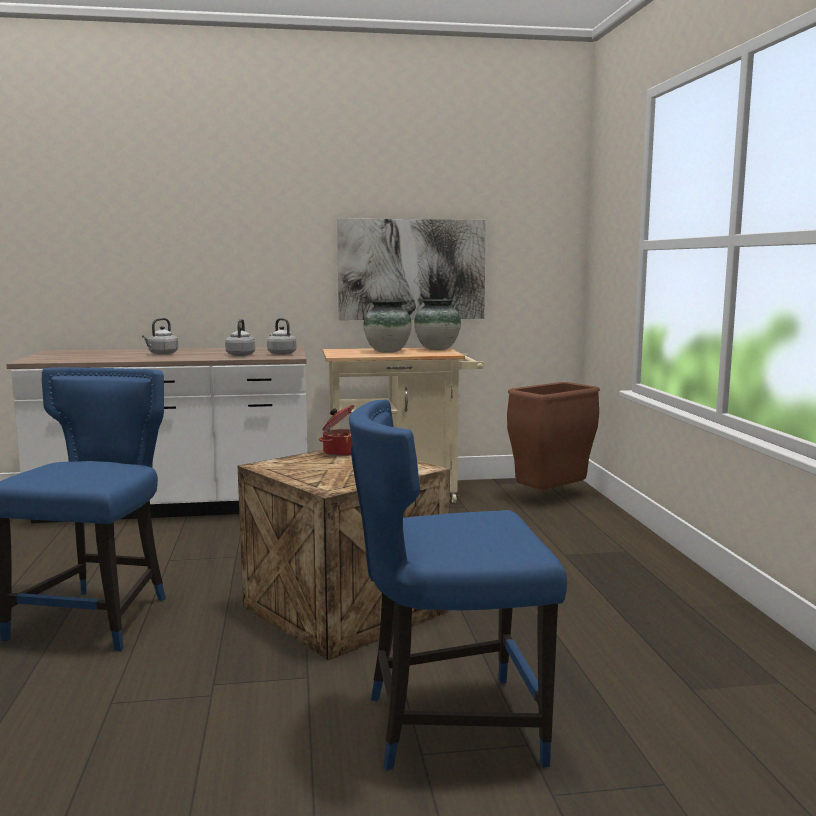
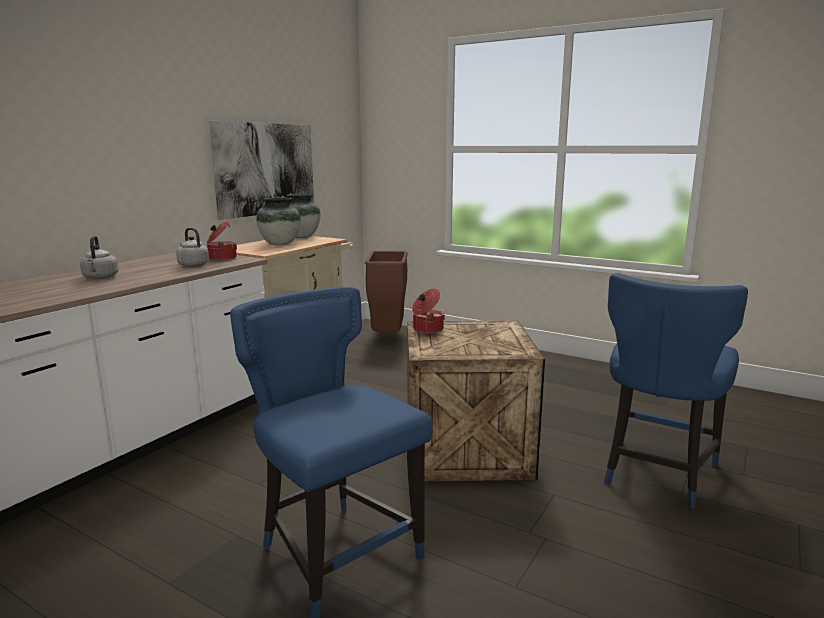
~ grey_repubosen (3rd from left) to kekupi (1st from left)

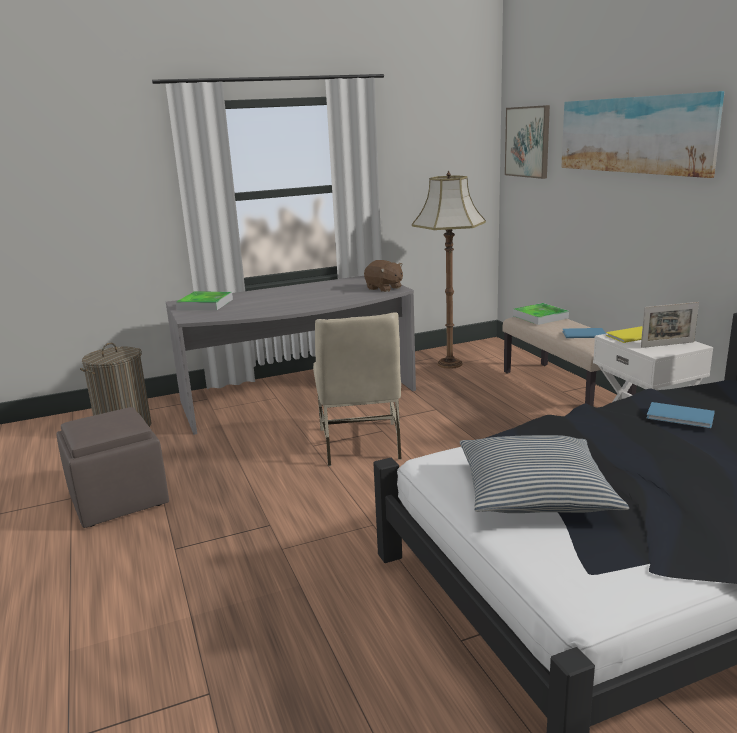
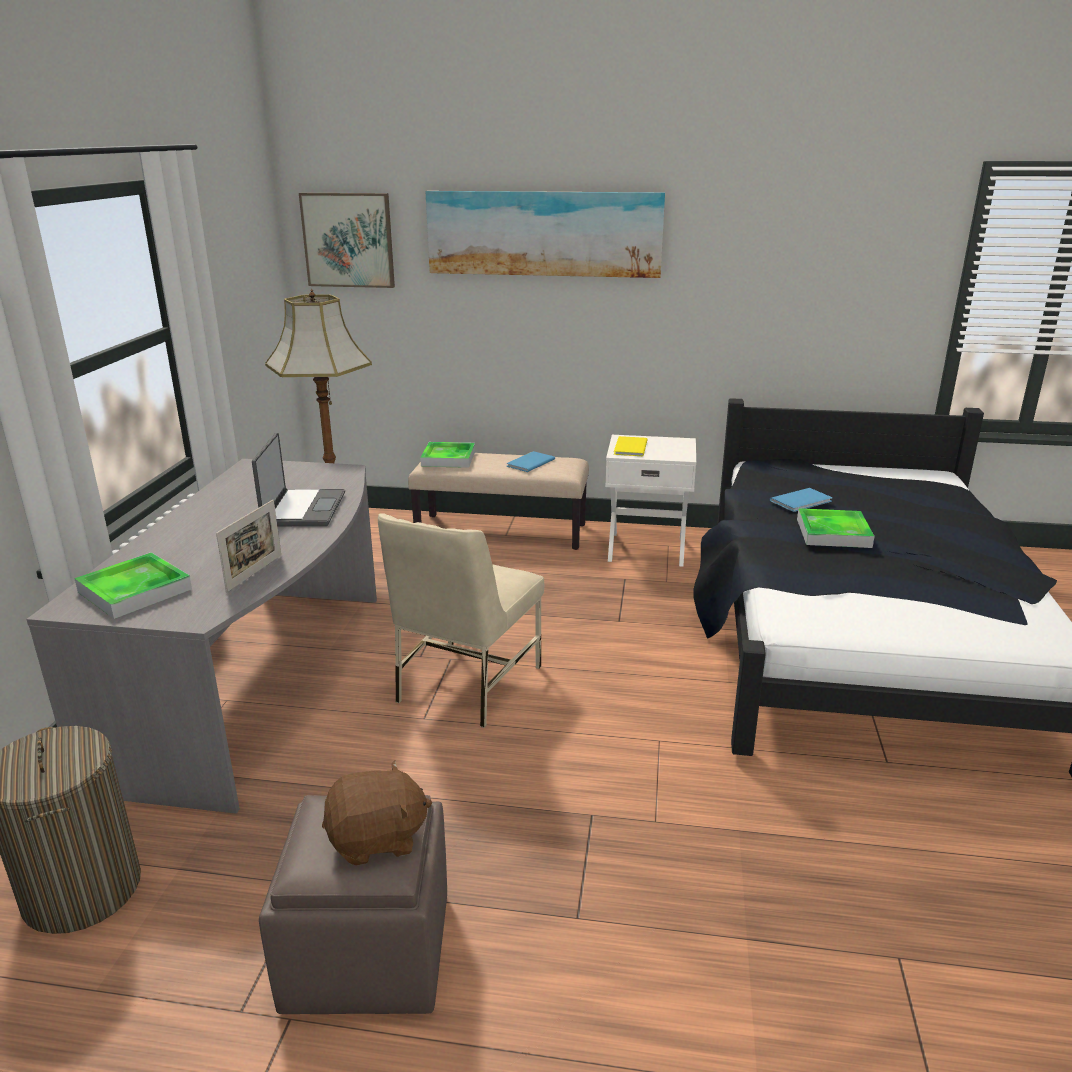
- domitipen
+ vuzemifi
+ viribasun (3rd from left)
~ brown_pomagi
~ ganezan
~ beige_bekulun 90 degrees clockwise

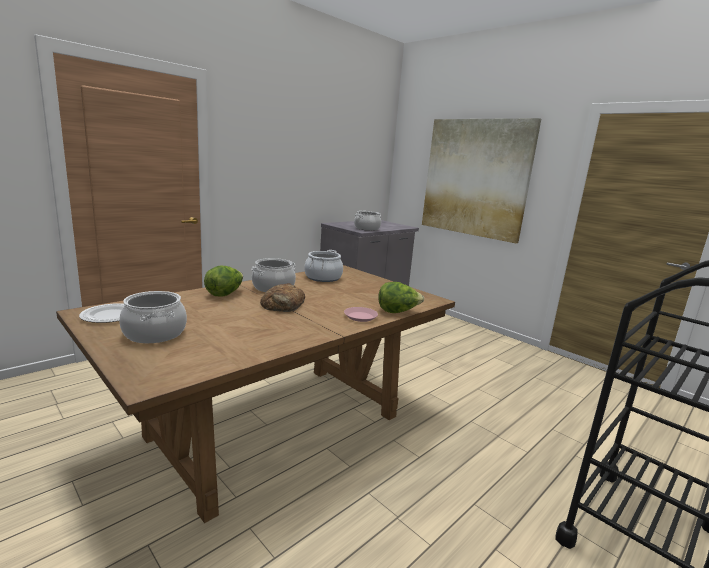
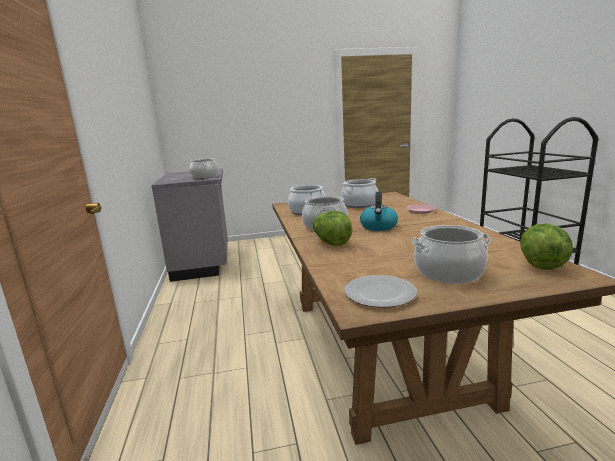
- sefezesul
+ kekupi (4th from left)
~ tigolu (2nd from left)
~ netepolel to repubosen

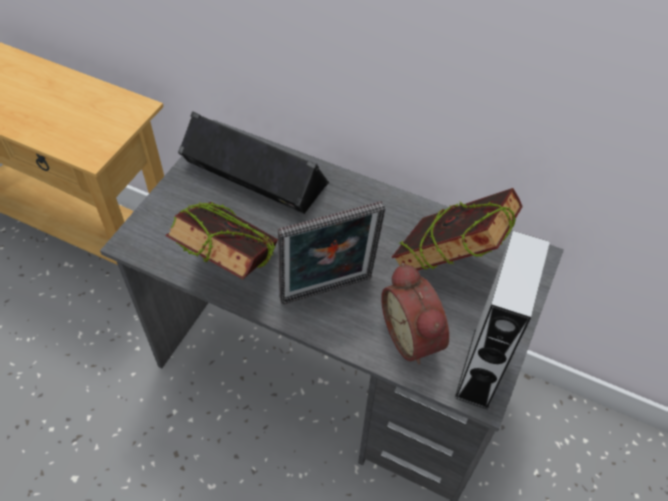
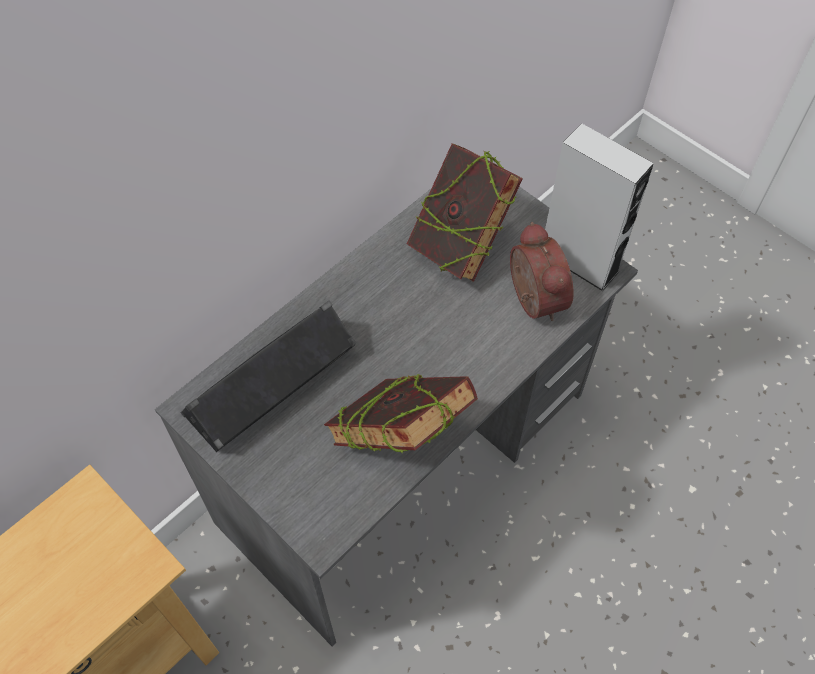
- ganezan
~ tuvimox 105 degrees counterclockwise

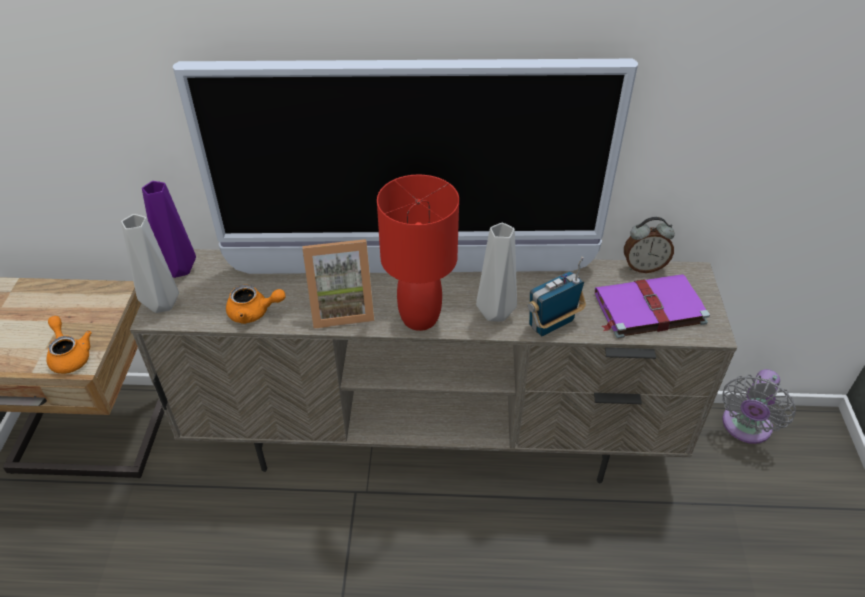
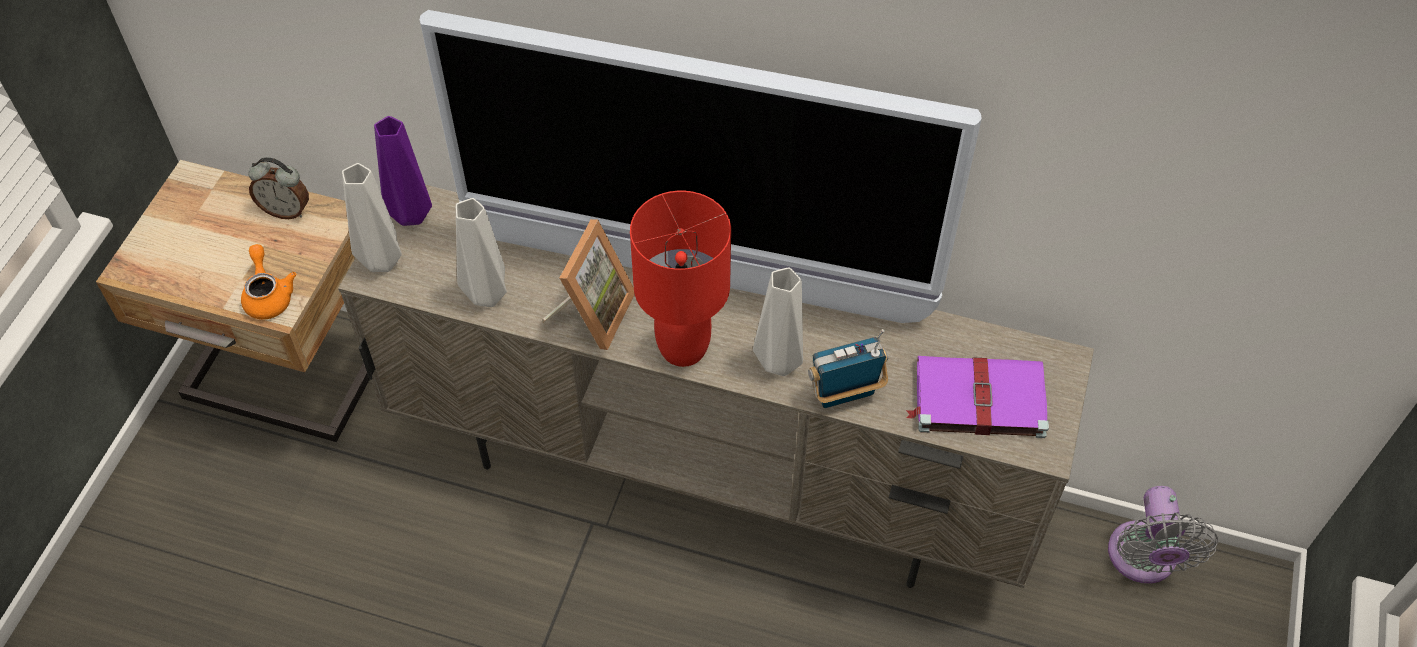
~ tuvimox
~ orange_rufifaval (2nd from left) to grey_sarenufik (2nd from left)
~ ganezan 75 degrees counterclockwise
~ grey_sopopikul 45 degrees counterclockwise

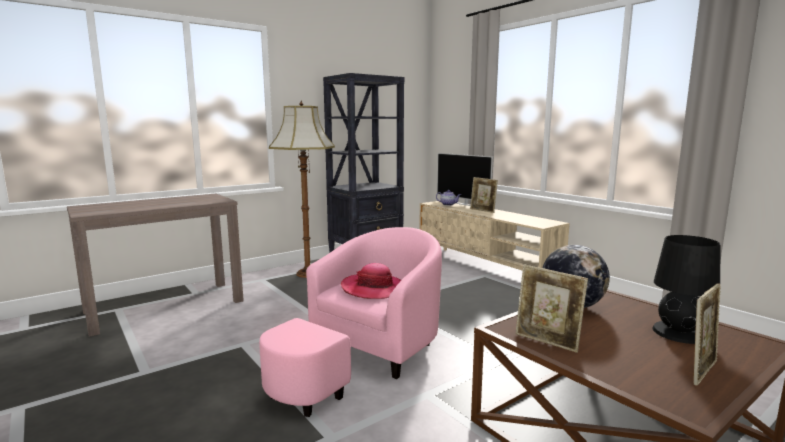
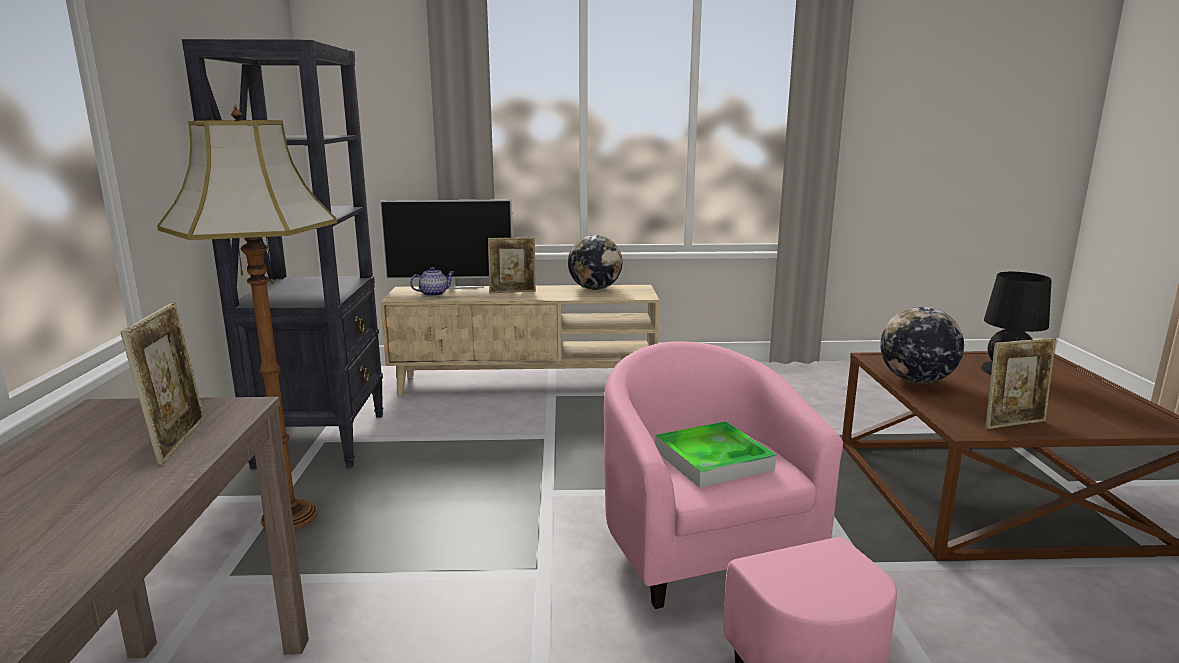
+ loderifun (1st from left)
~ ganezan (3rd from left in the first image) to ganezan (1st from left)
~ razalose to viribasun

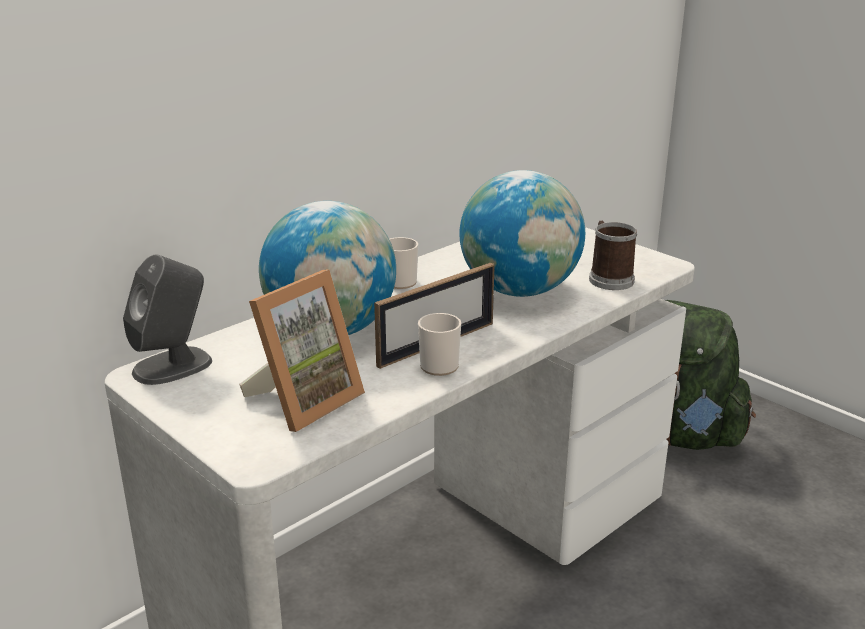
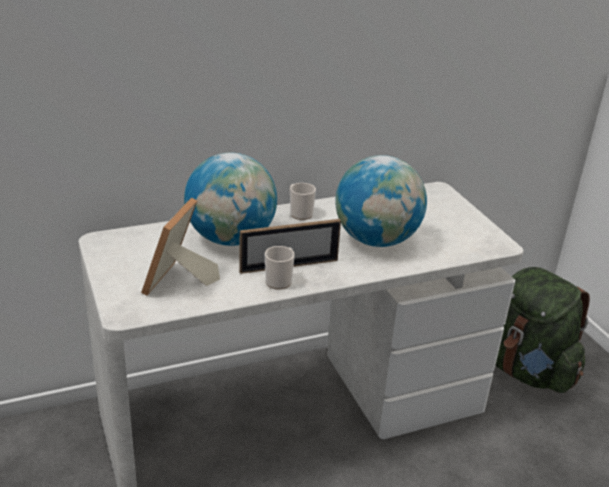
- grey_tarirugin
- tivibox (3rd from left)
~ ganezan (1st from left) 135 degrees clockwise

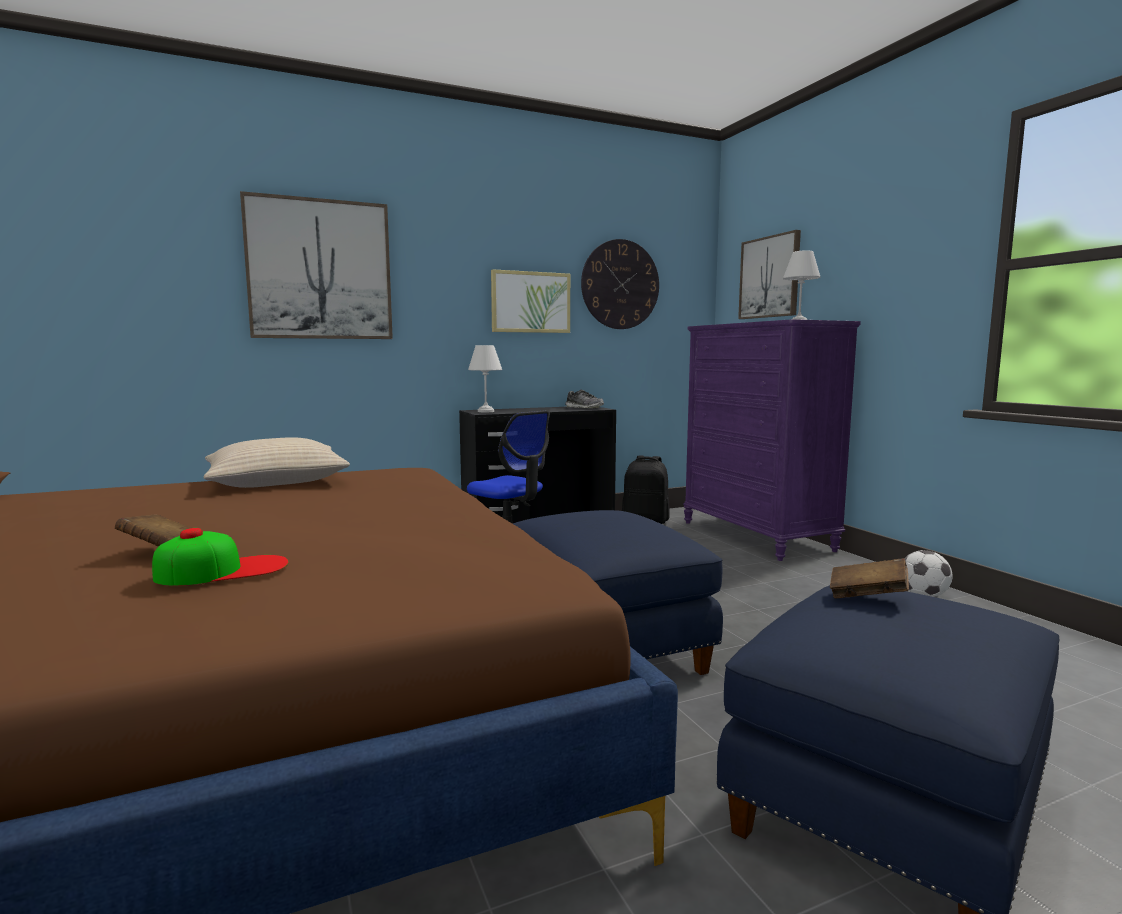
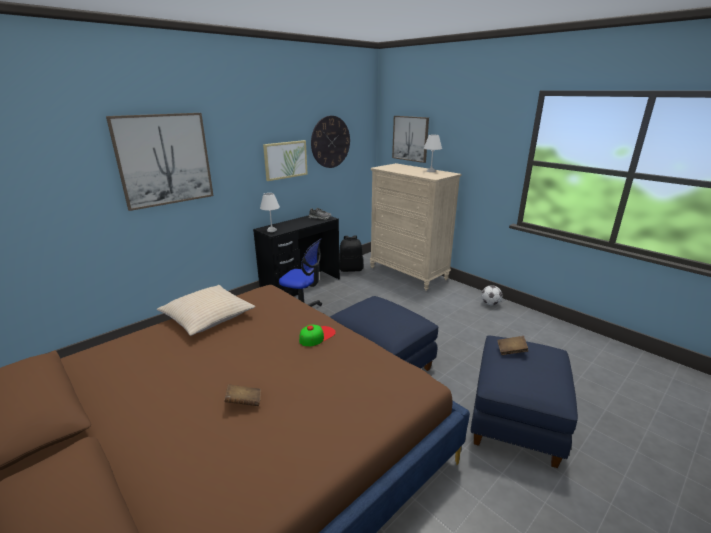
~ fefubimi
~ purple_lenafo to beige_lenafo

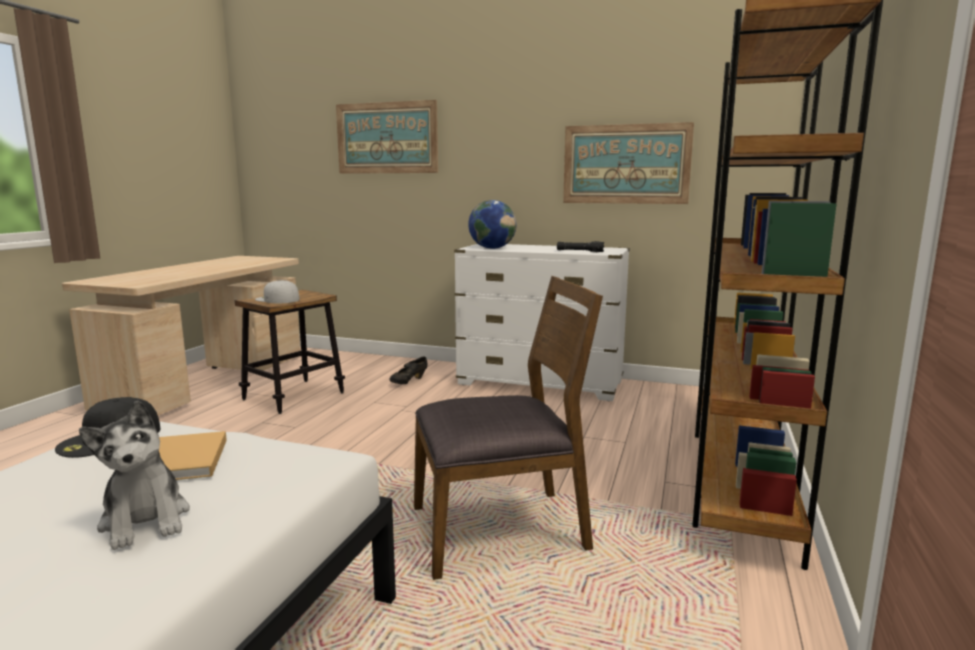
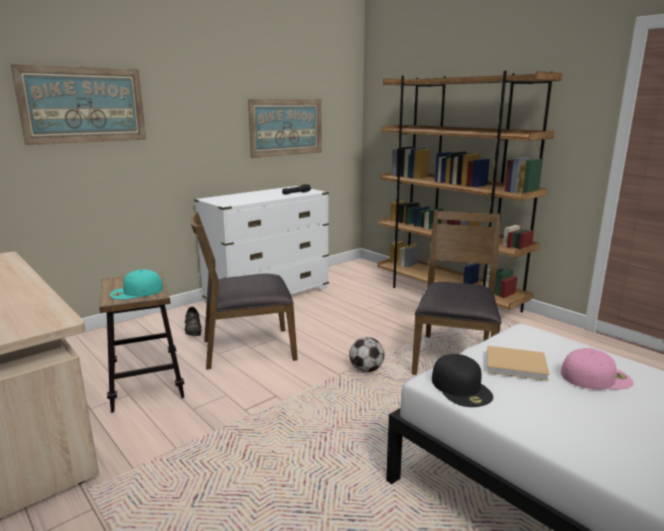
- loderifun
+ brown_bekulun (1st from left)
+ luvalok
~ pomagi to pink_fefubimi
~ white_fefubimi to turquoise_fefubimi

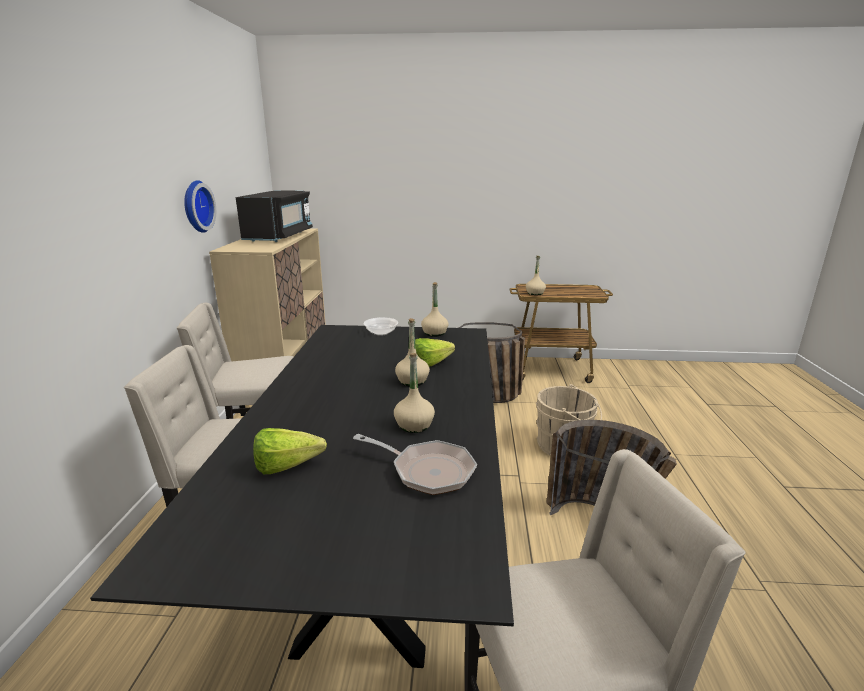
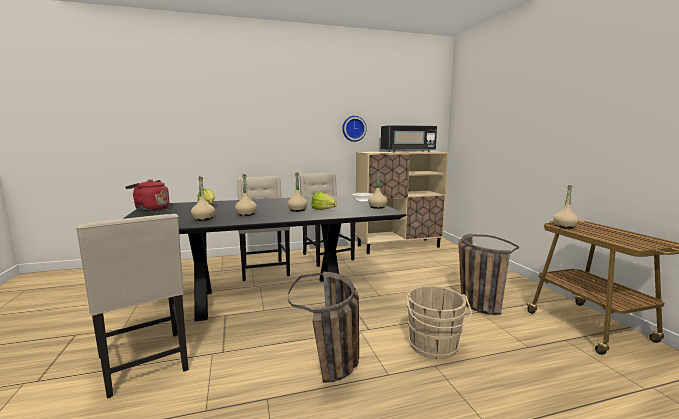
+ red_repubosen
~ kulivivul to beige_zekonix (1st from left)

